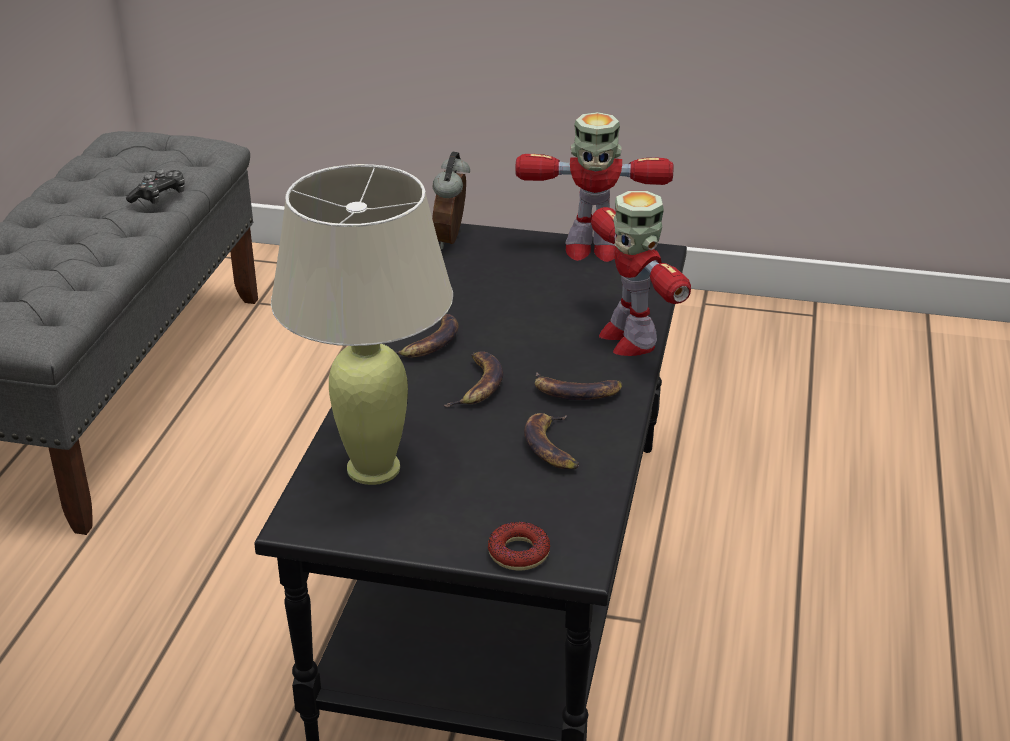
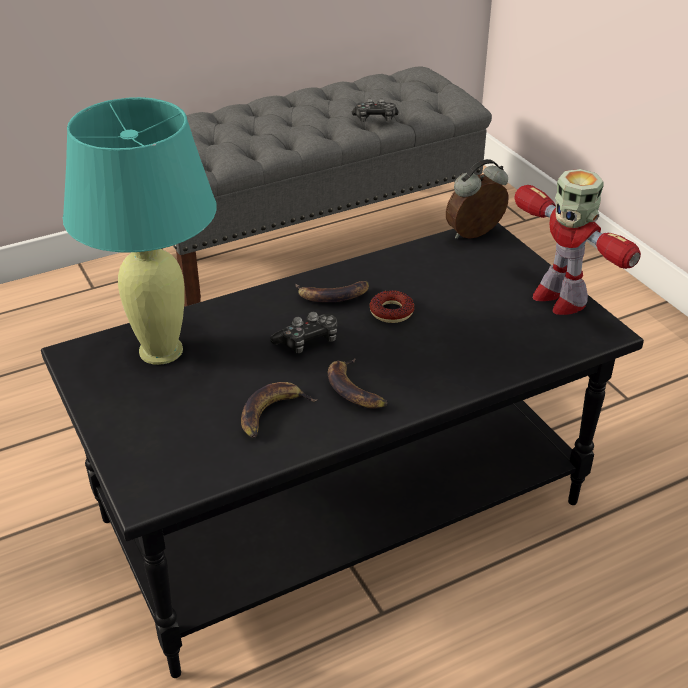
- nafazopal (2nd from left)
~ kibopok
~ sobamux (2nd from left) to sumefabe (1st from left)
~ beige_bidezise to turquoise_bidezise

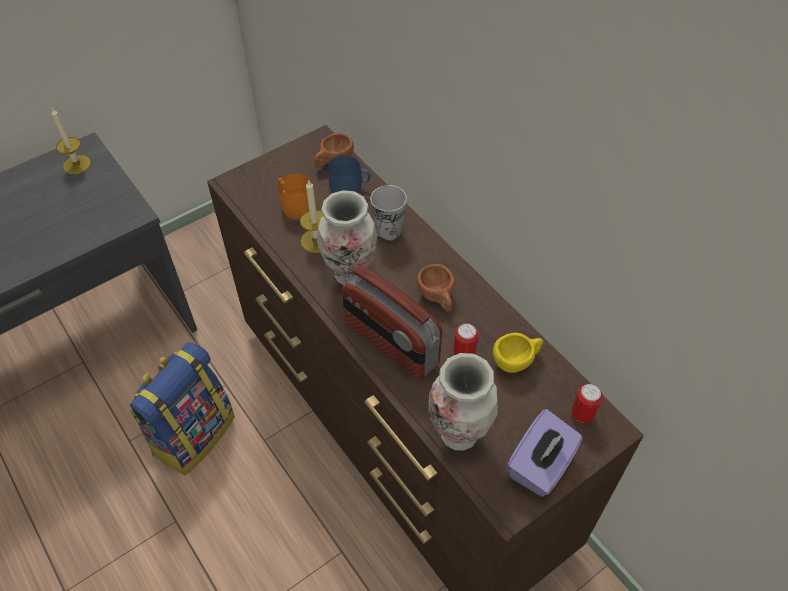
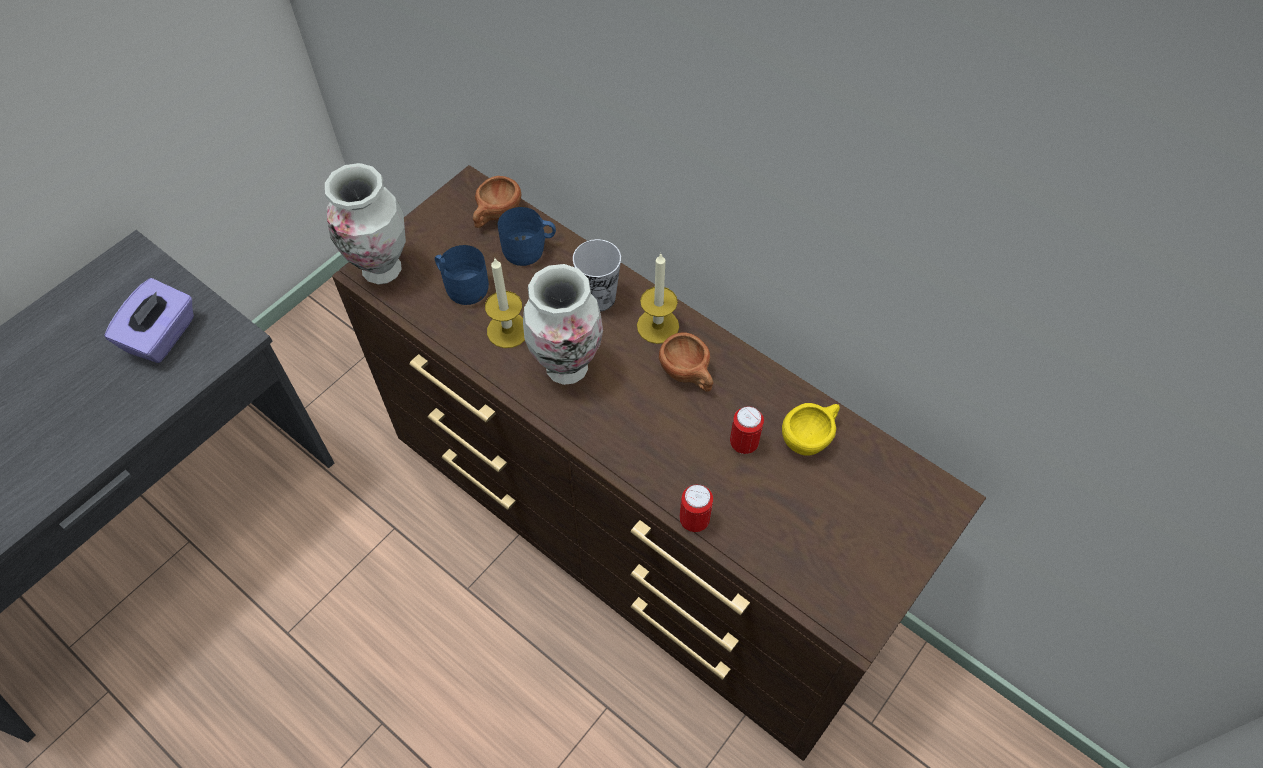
- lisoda
- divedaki
~ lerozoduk (1st from left in the first image) to lerozoduk (2nd from left)
~ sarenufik (2nd from left in the first image) to sarenufik (1st from left)
~ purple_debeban
~ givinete (2nd from left in the first image) to givinete (1st from left)
~ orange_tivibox to blue_tivibox (1st from left)

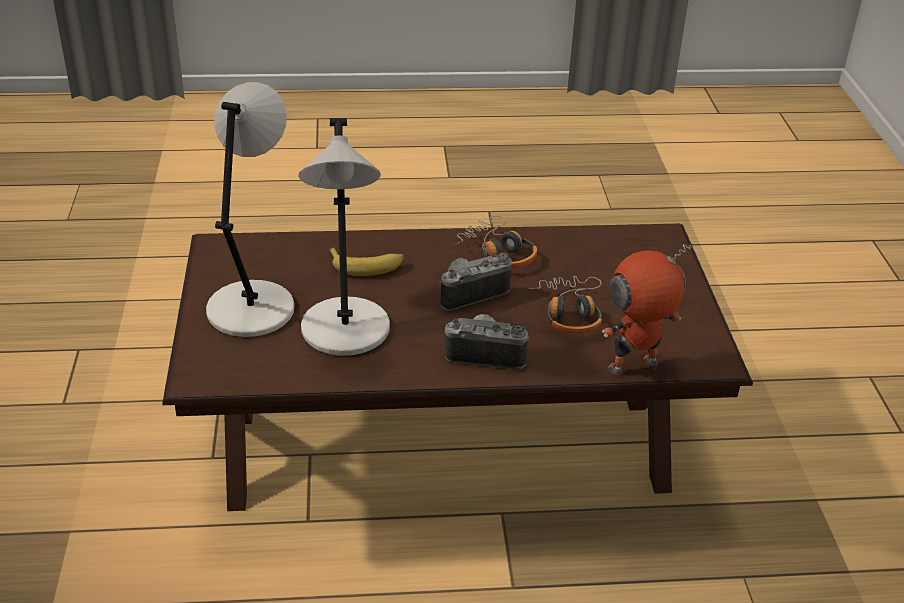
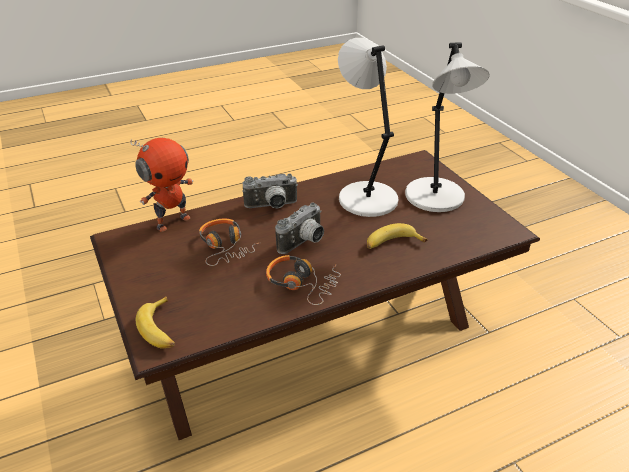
+ sobamux (1st from left)

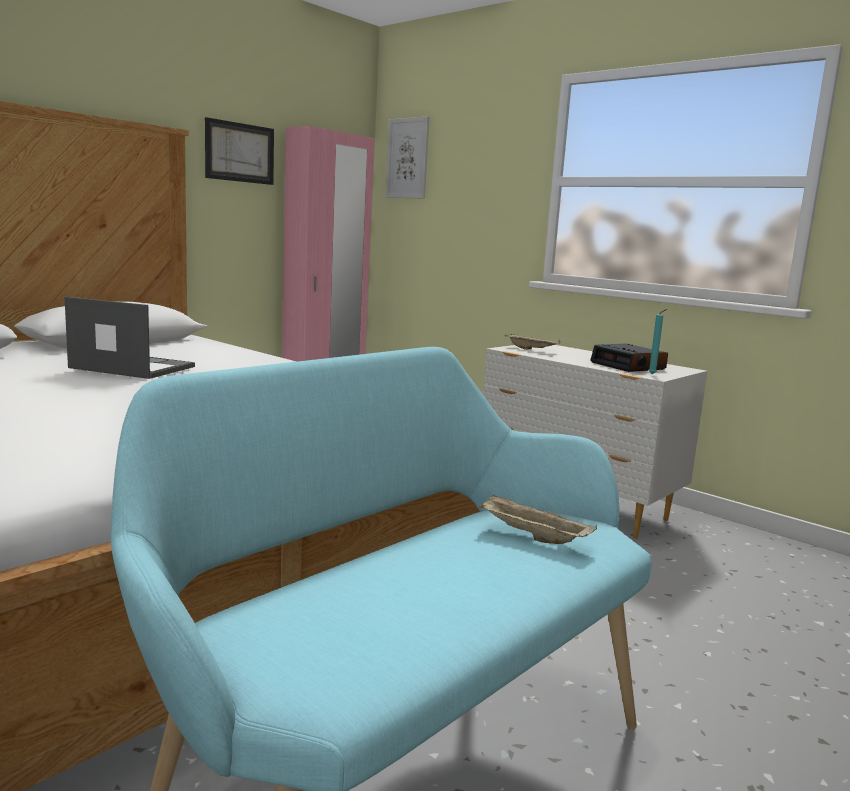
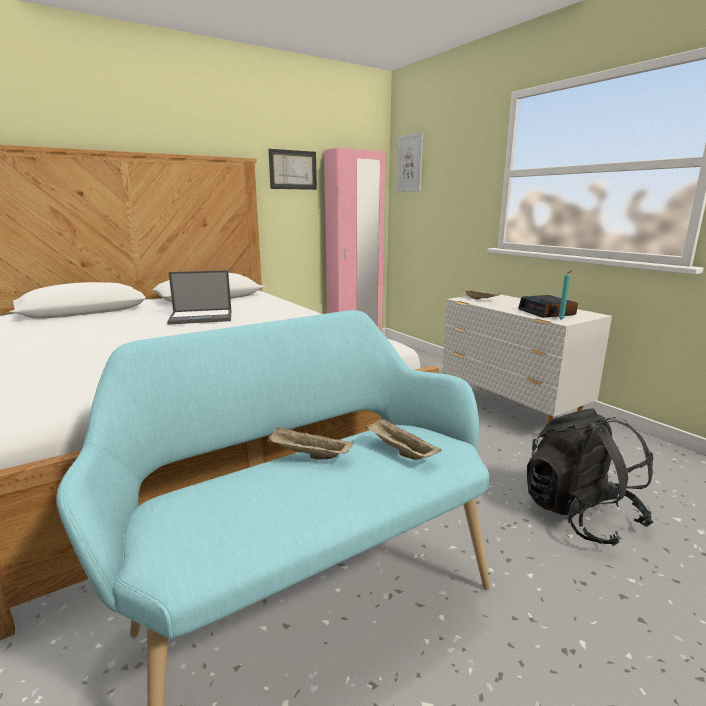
+ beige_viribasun (1st from left)
+ black_lisoda
~ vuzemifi 135 degrees clockwise

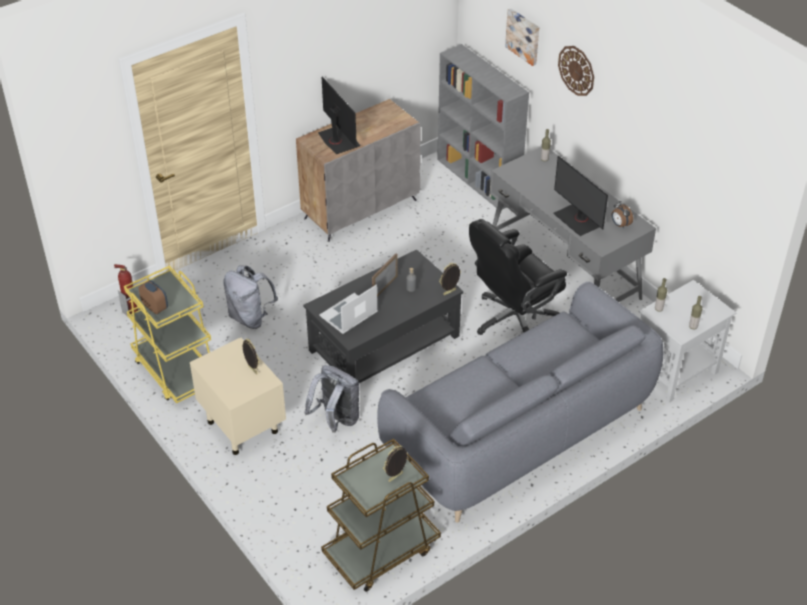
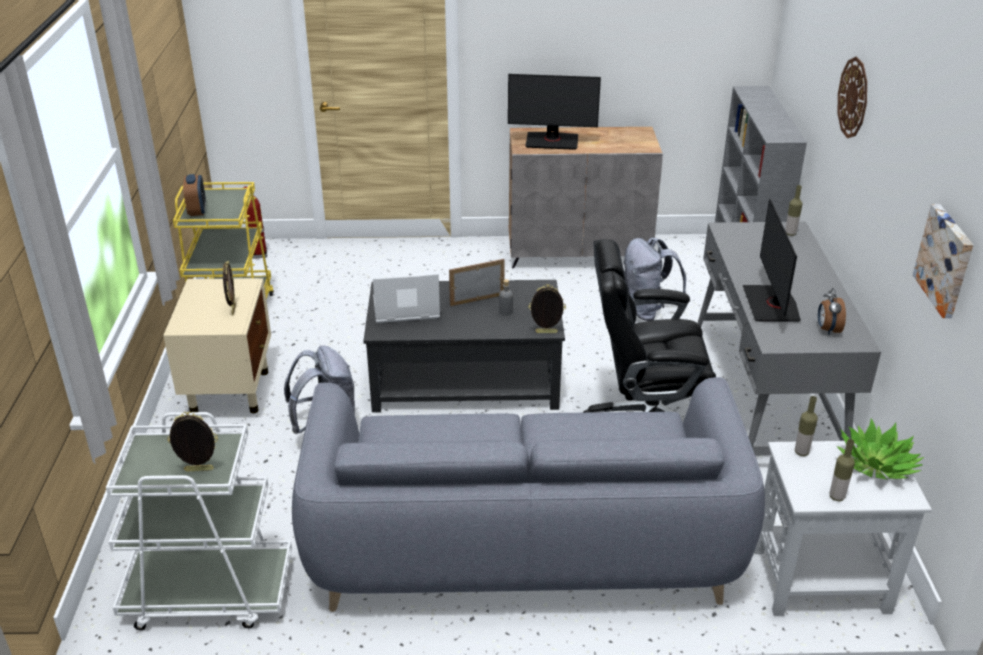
+ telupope
~ grey_lisoda (1st from left in the first image) to grey_lisoda (2nd from left)
~ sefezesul
~ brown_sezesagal to white_sezesagal
~ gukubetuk (1st from left) 90 degrees clockwise

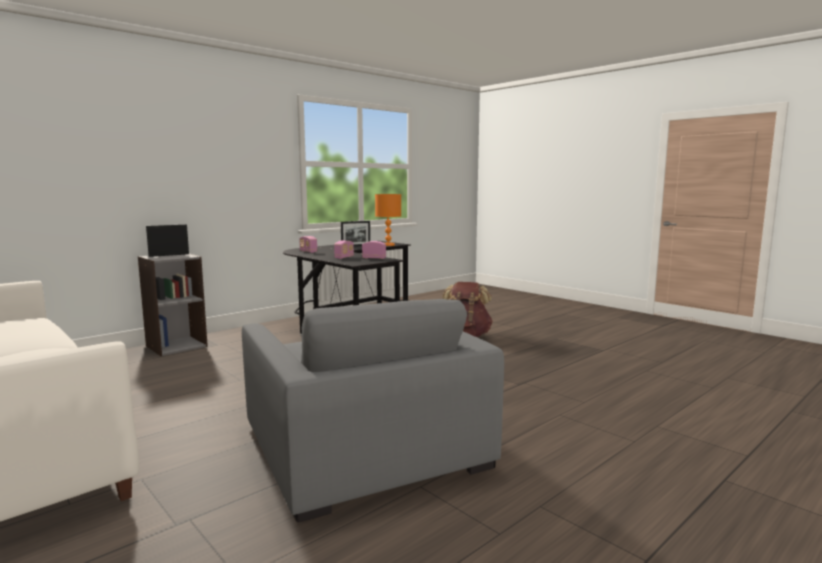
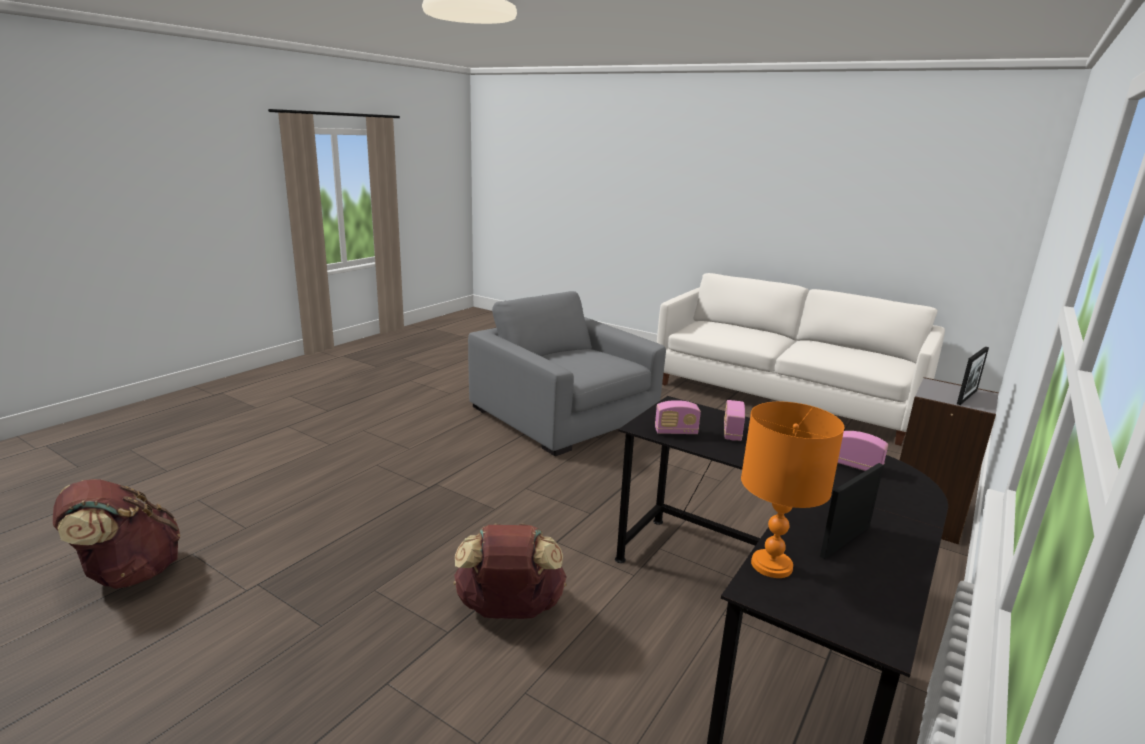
+ brown_lisoda (1st from left)

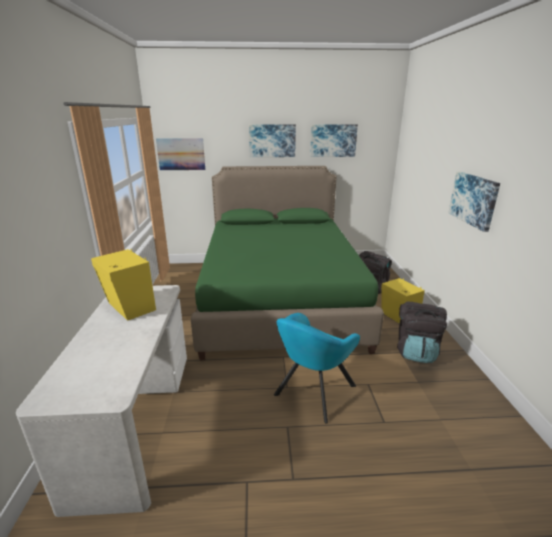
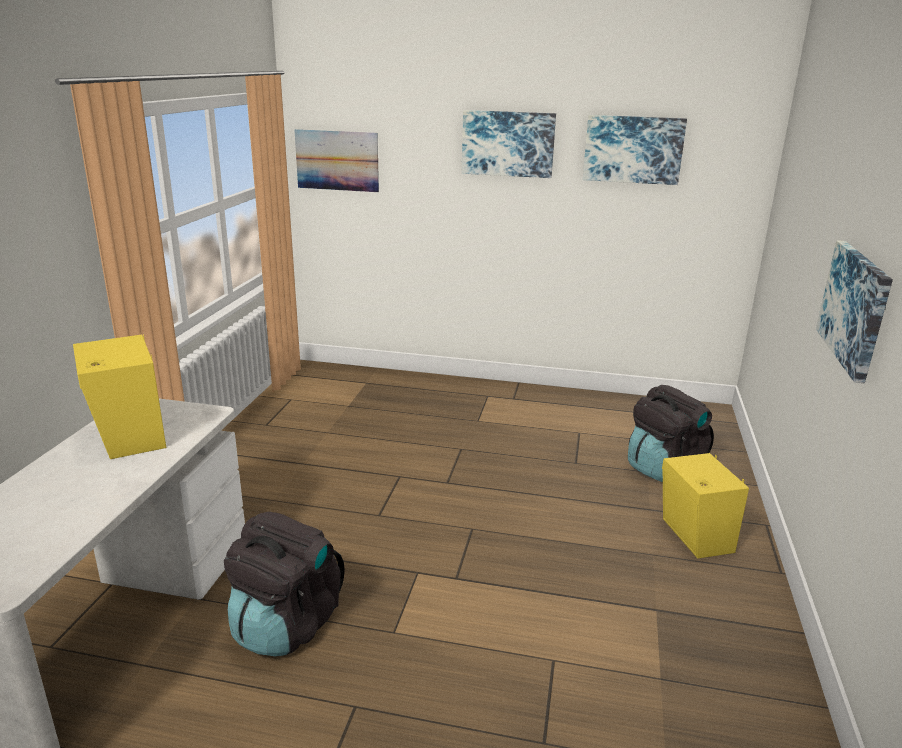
- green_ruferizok
- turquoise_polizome
~ black_lisoda (2nd from left in the first image) to black_lisoda (1st from left)

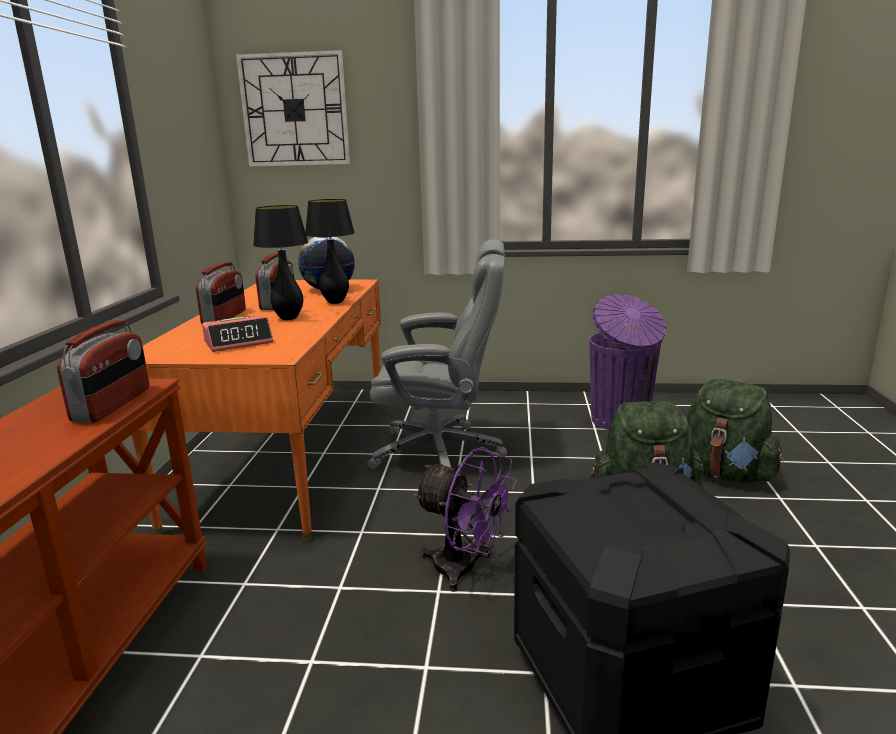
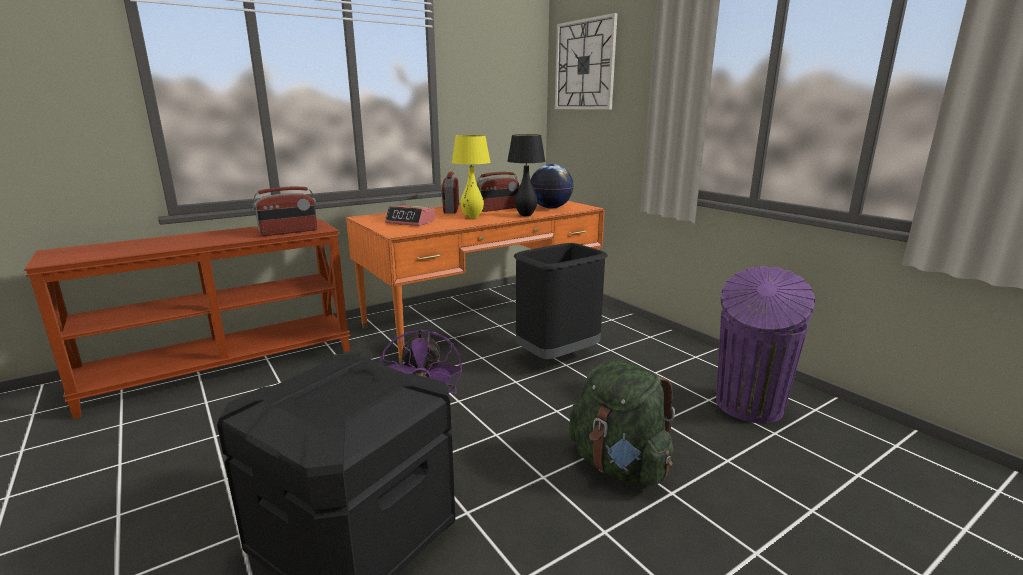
- green_lisoda (2nd from left)
~ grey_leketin to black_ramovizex
~ black_bidezise (1st from left) to yellow_bidezise
~ divedaki (2nd from left) 120 degrees clockwise

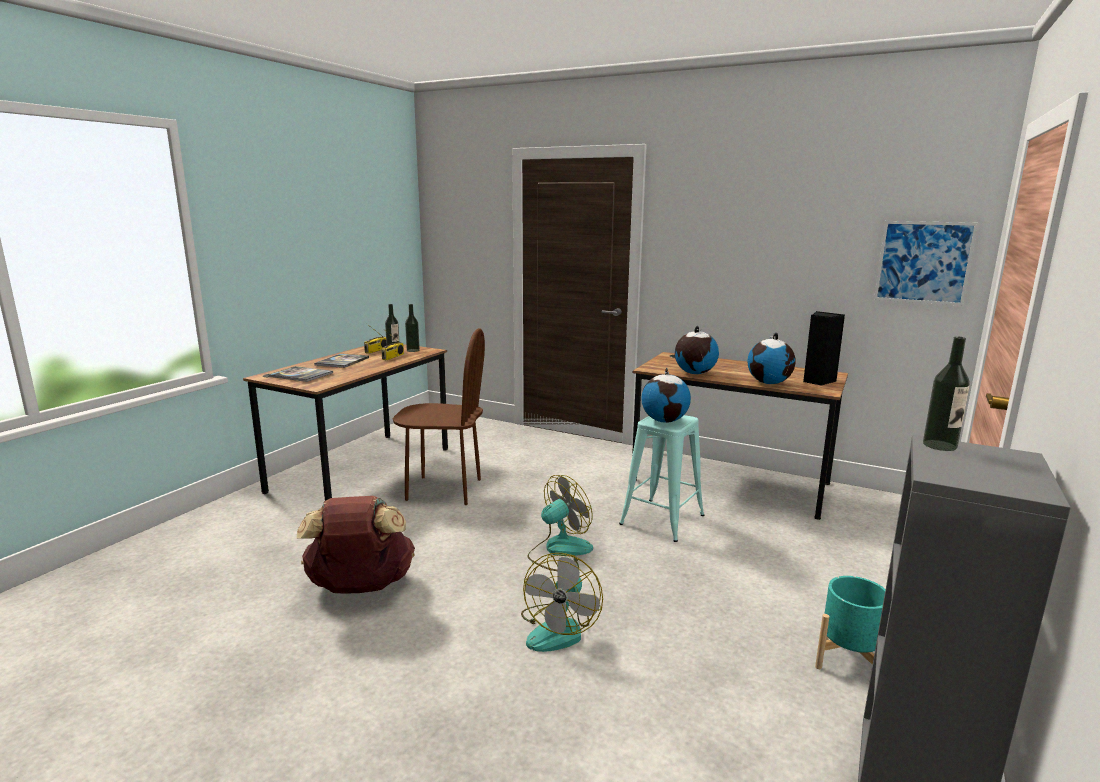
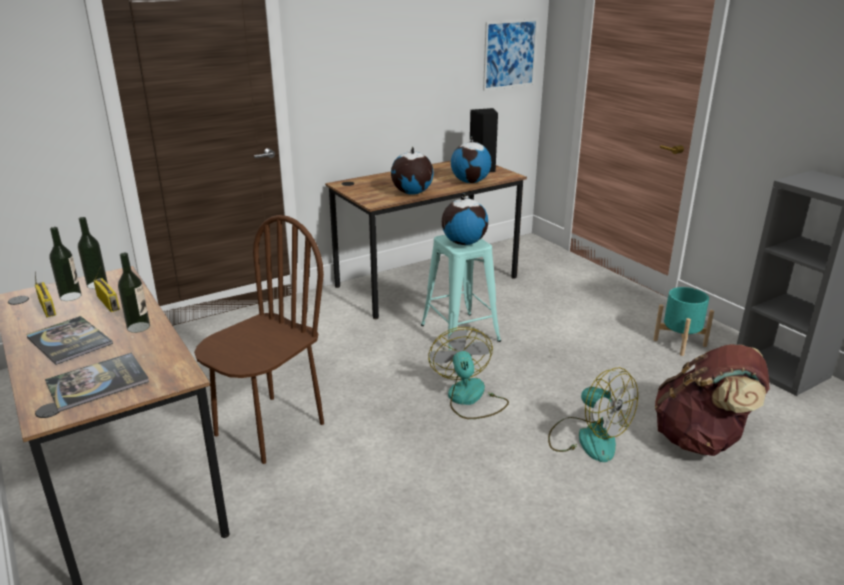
~ brown_lisoda
~ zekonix (3rd from left)

